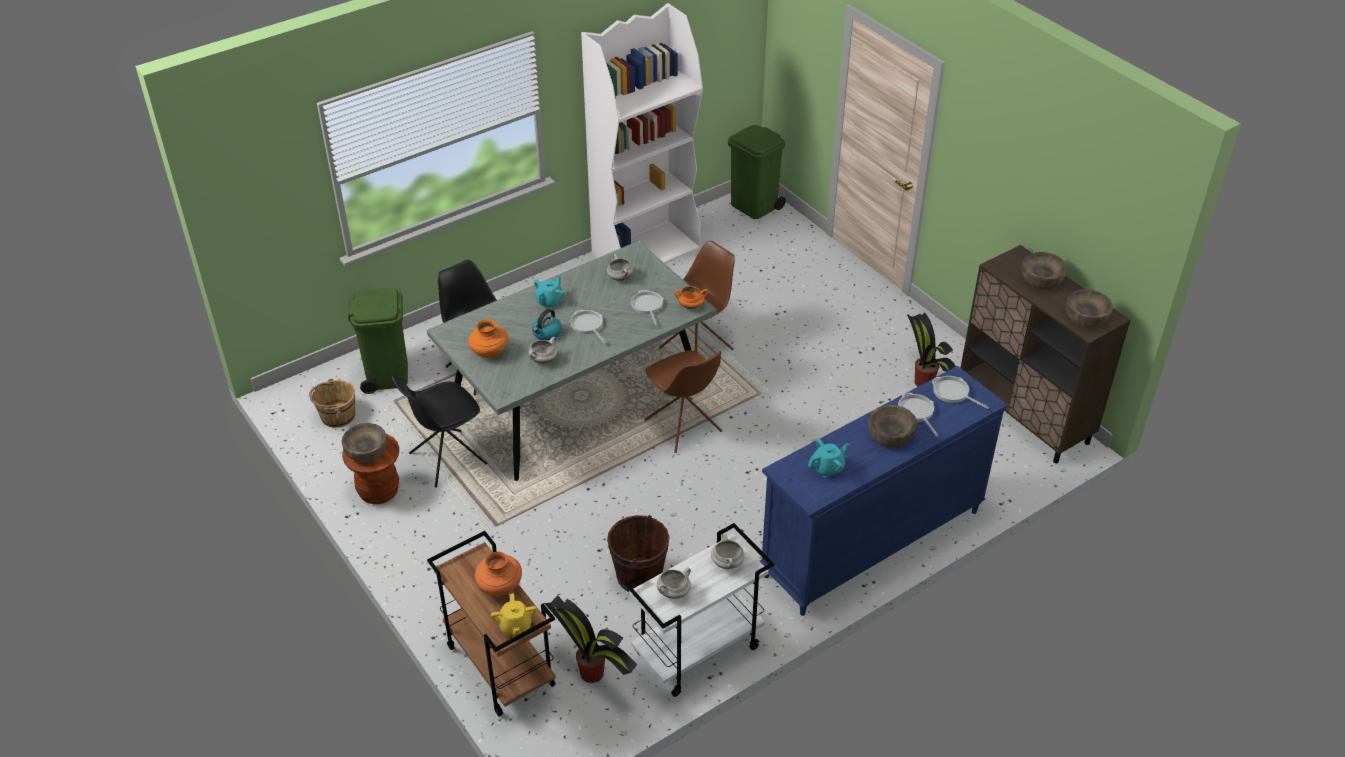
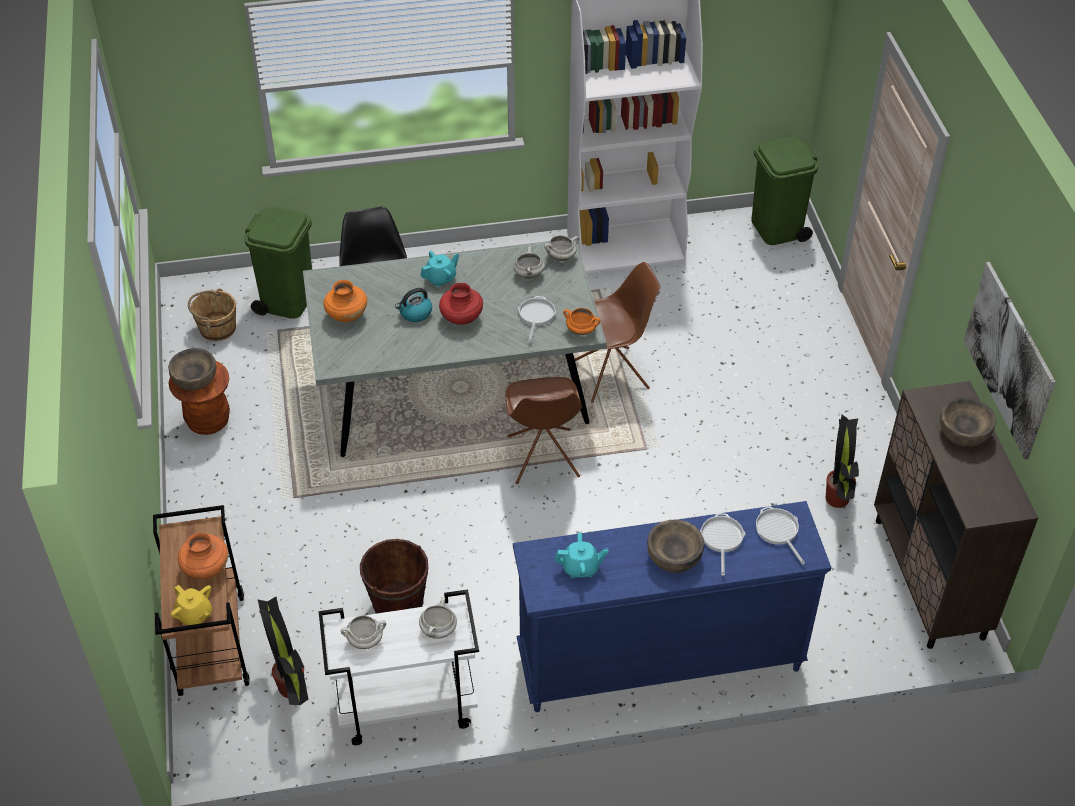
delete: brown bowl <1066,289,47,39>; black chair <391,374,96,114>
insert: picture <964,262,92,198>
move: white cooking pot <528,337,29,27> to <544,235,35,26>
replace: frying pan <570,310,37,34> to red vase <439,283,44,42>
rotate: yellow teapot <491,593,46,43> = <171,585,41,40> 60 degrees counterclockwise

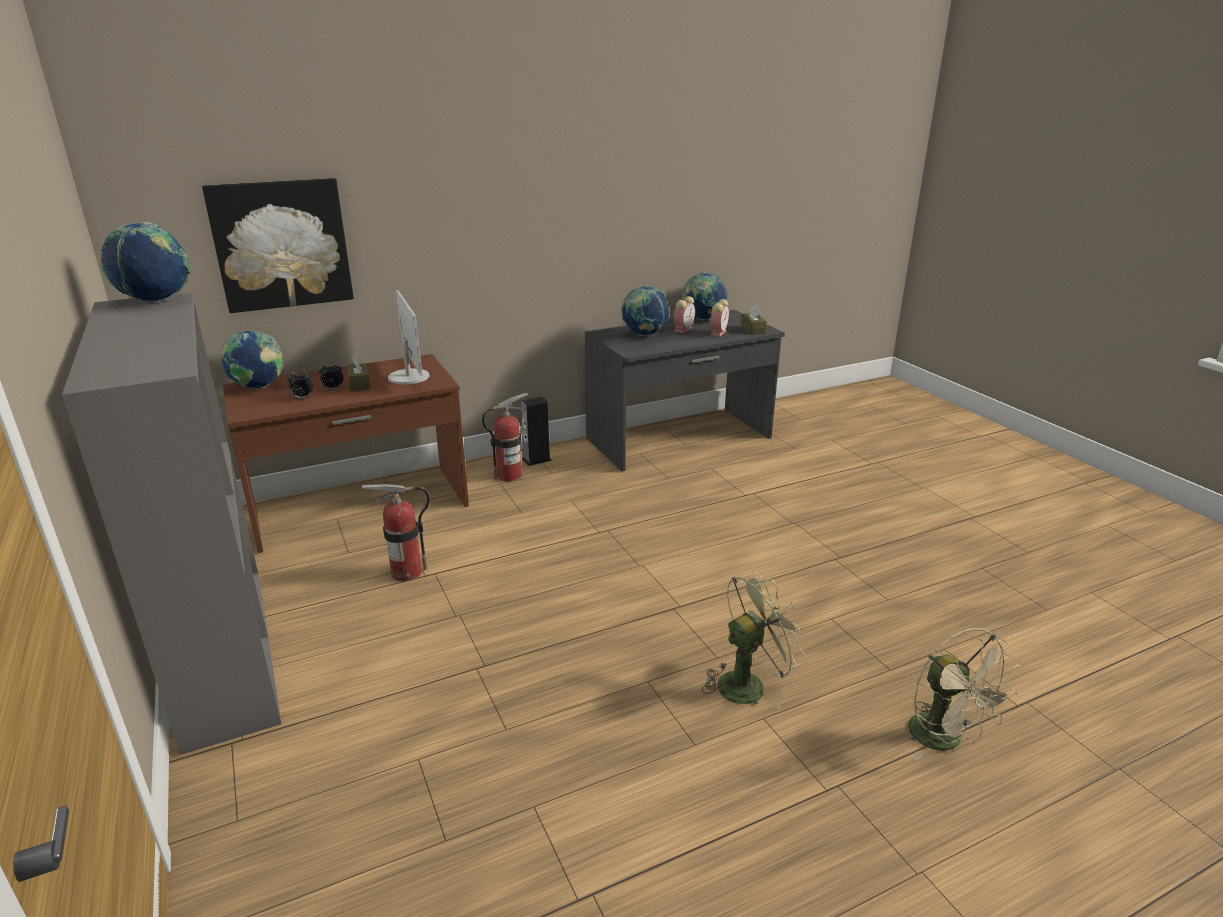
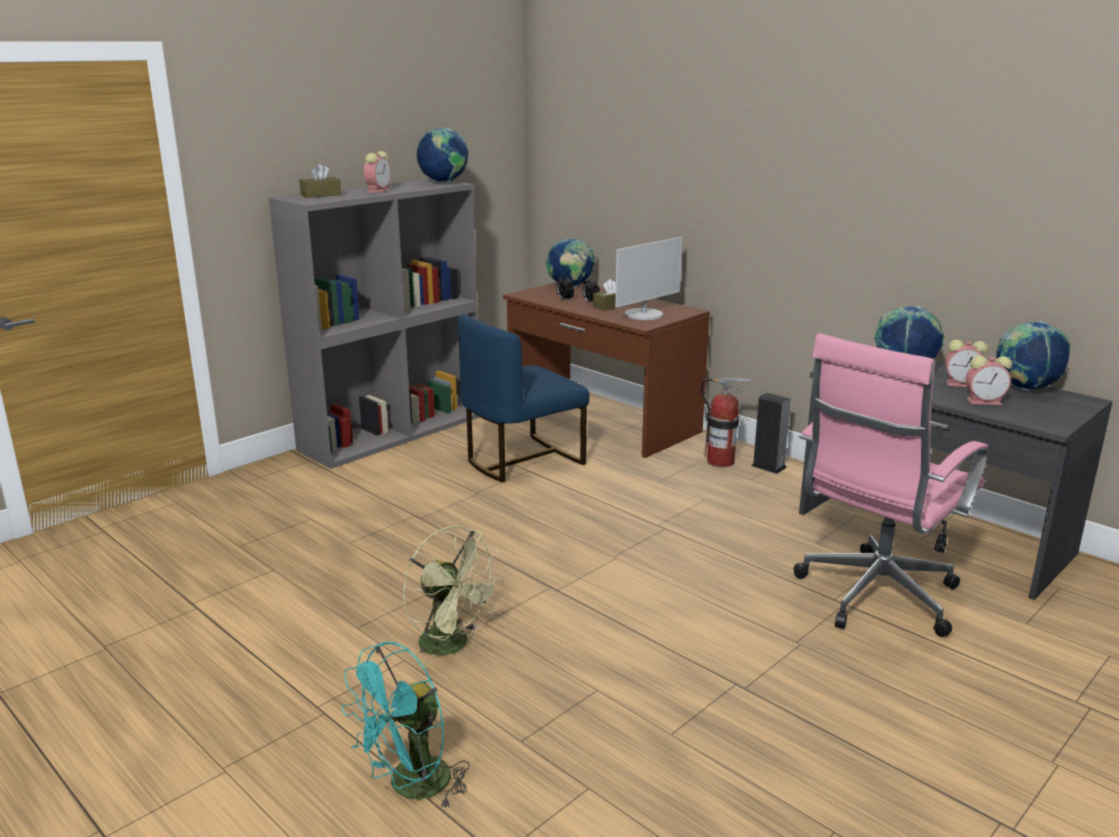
delete: picture <202,178,152,135>
insert: alarm clock <364,151,27,42>; pink office chair <794,333,194,304>
move: brown tissue box <741,305,26,30> to <299,164,42,34>
replace: fire extinguisher <362,484,68,97> to blue chair <458,314,132,169>
recolor: beige fan <908,628,113,132> to turquoise fan <341,642,129,168>

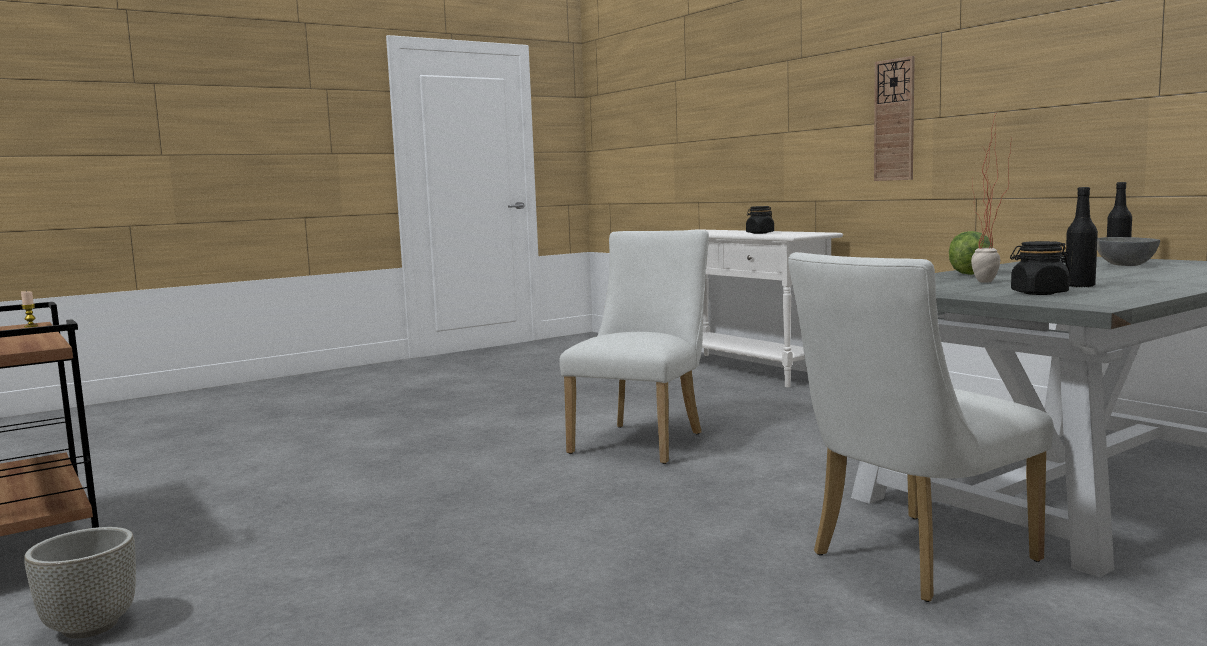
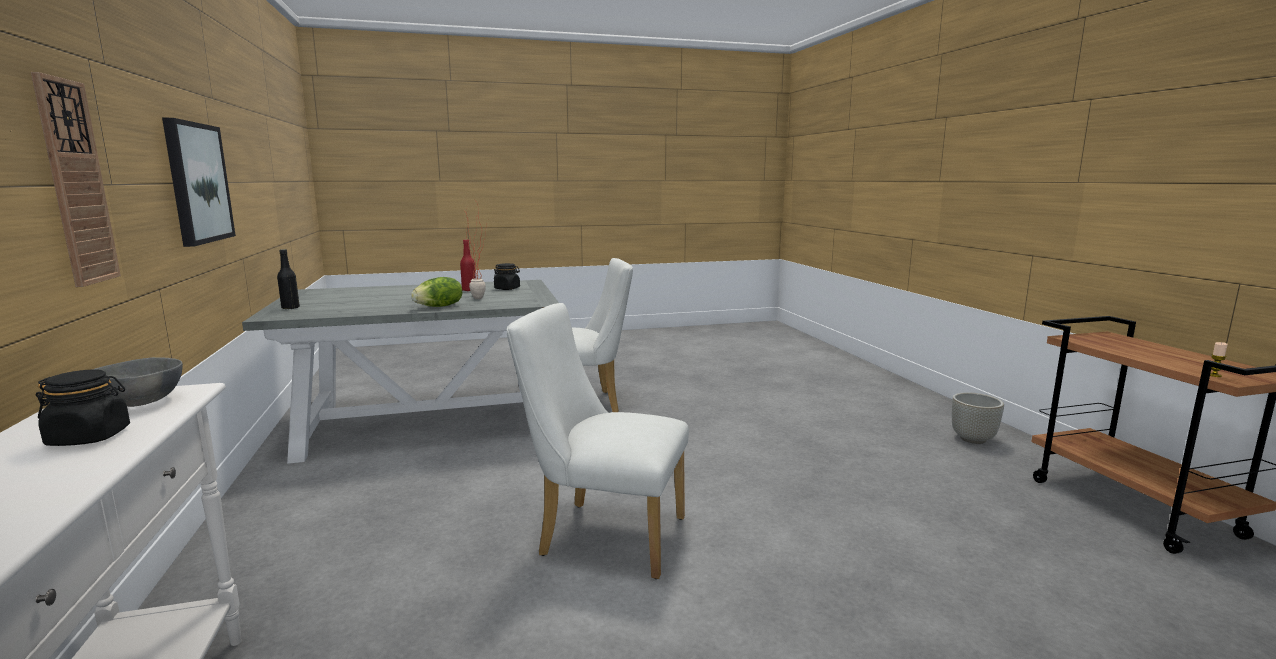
insert: picture <162,117,74,130>
move: grey bowl <1097,237,63,29> to <92,357,91,50>
recolor: black bottle <1065,187,33,101> to red bottle <460,239,16,52>
rotate: white chair <559,230,150,234> = <507,303,182,276> 60 degrees clockwise

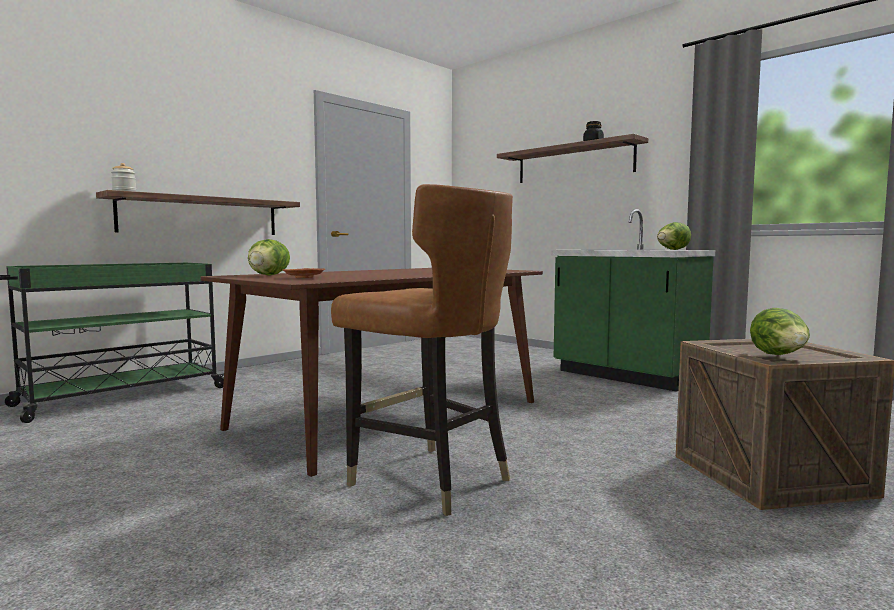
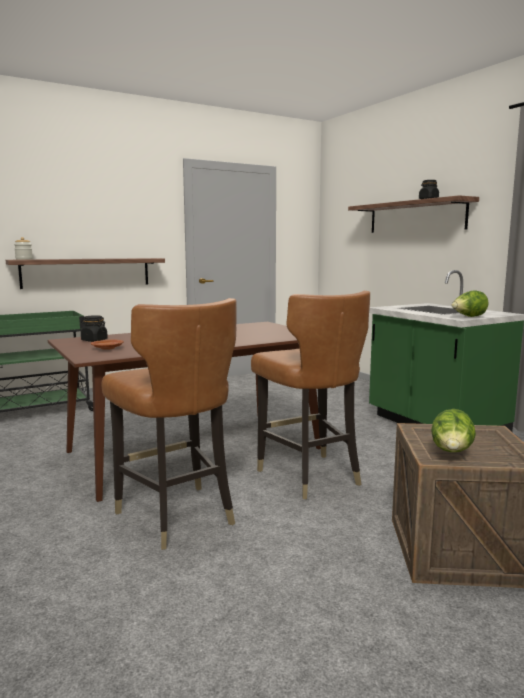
insert: brown chair <251,291,119,208>
replace: lettuce <248,239,42,36> to black jar <81,315,27,27>

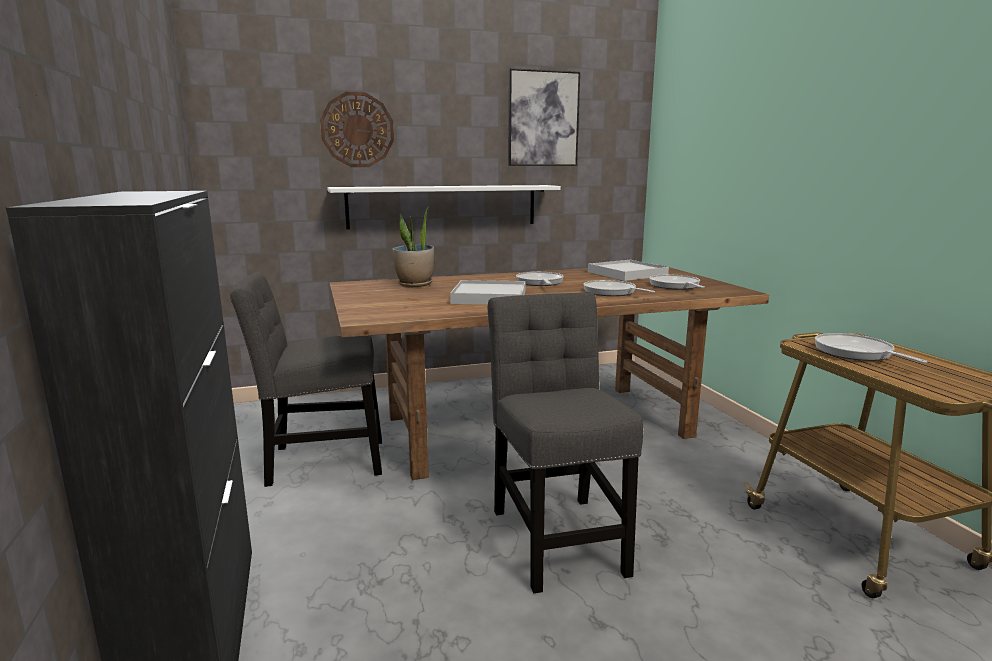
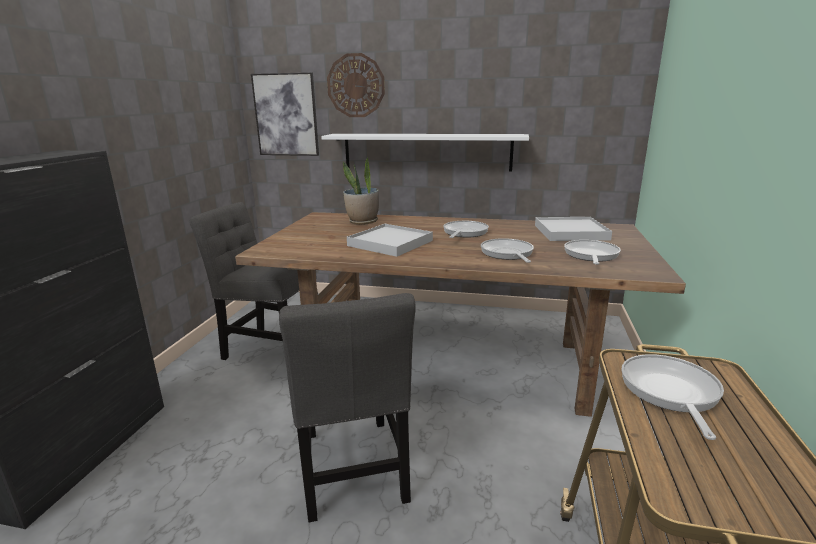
move: picture <508,68,72,98> to <251,72,68,84>
rotate: grey chair <488,293,155,300> = <279,293,137,230> 150 degrees clockwise

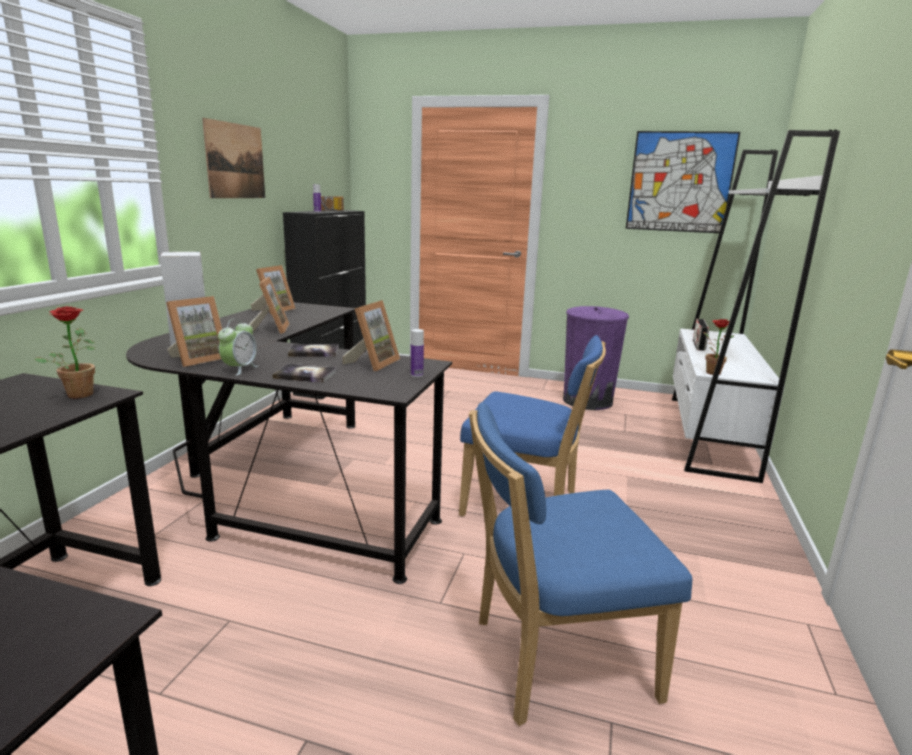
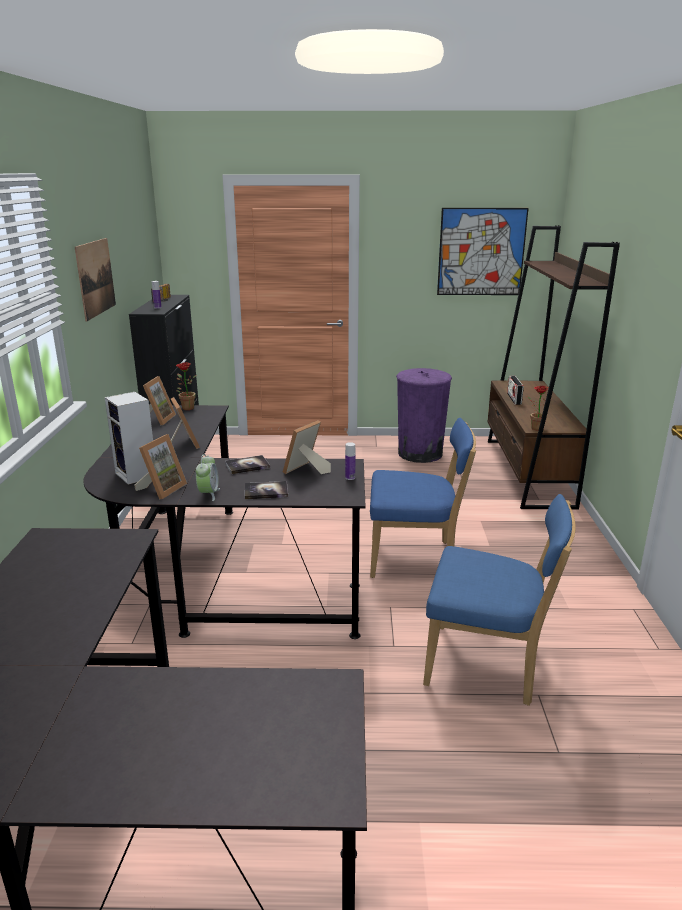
move: potted plant <34,306,62,92> to <176,362,20,48>
recolor: white bookcase <672,130,168,353> to brown bookcase <488,225,132,285>
rotate: picture frame <342,300,58,71> = <283,420,48,54> 150 degrees counterclockwise; blue chair <469,402,223,324> = <423,494,153,212> 135 degrees counterclockwise

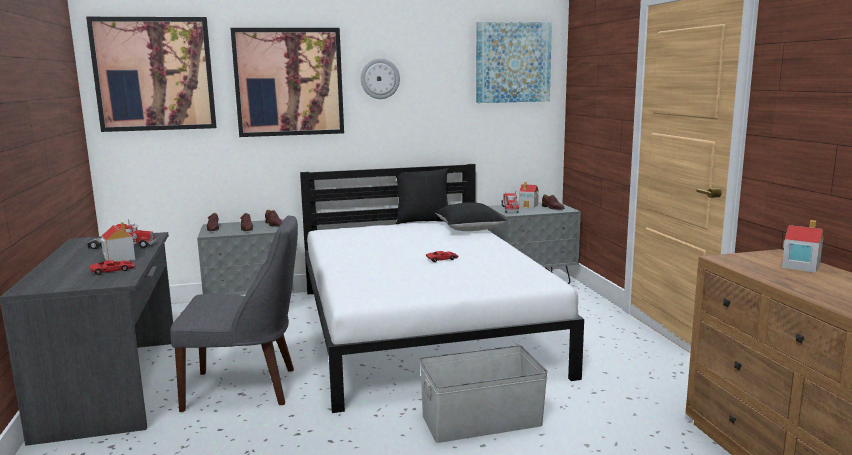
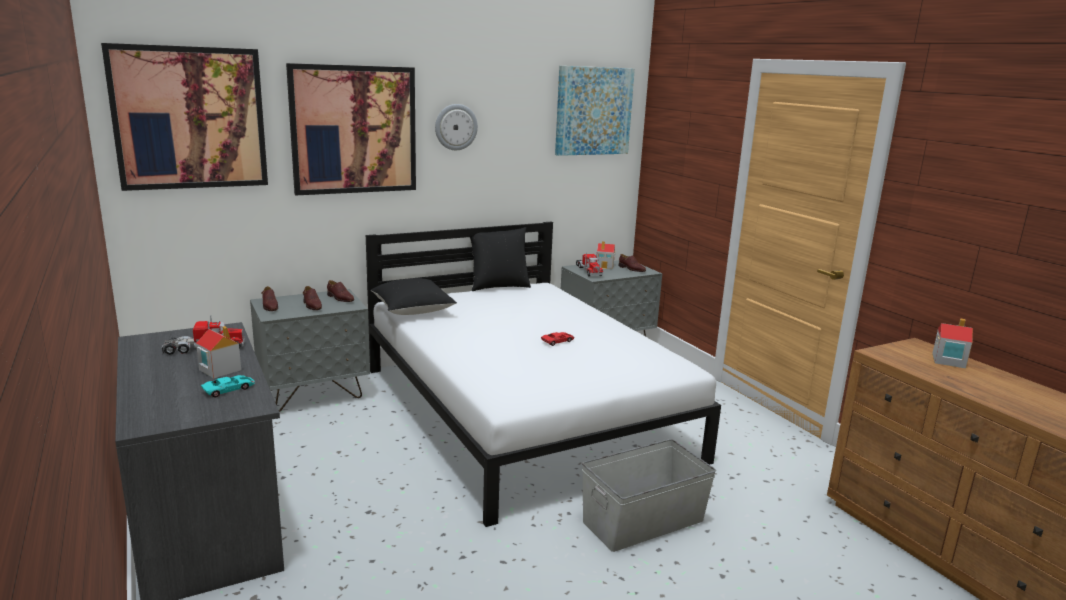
delete: grey chair <170,215,128,197>
move: black pillow <435,202,72,29> to <371,278,86,37>
recolor: red toy car <90,260,45,15> to turquoise toy car <201,375,54,23>

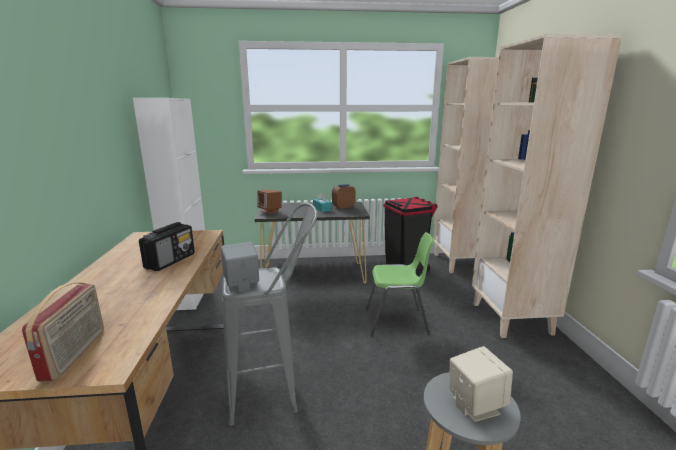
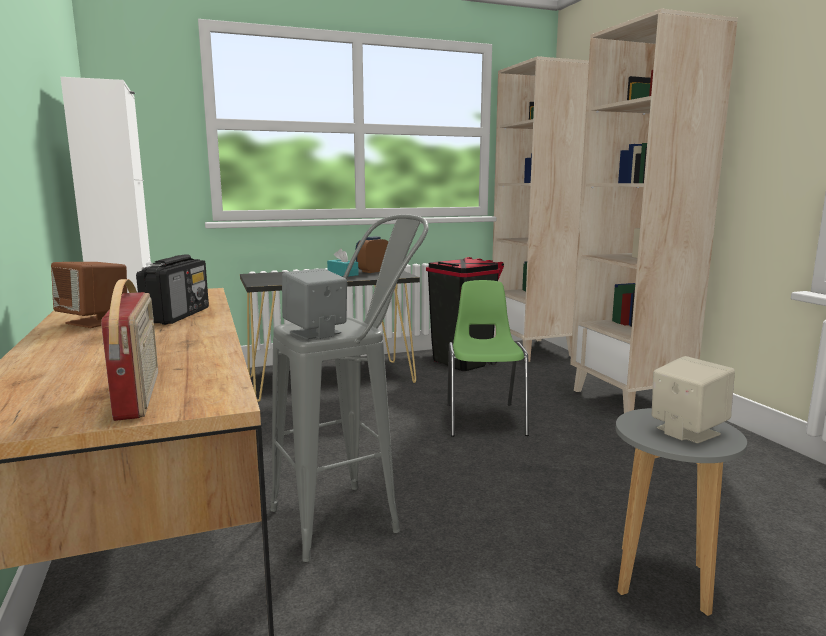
move: brown speaker <257,189,25,26> to <51,262,76,66>
rotate: green chair <366,232,68,105> = <447,280,82,157> 75 degrees counterclockwise

